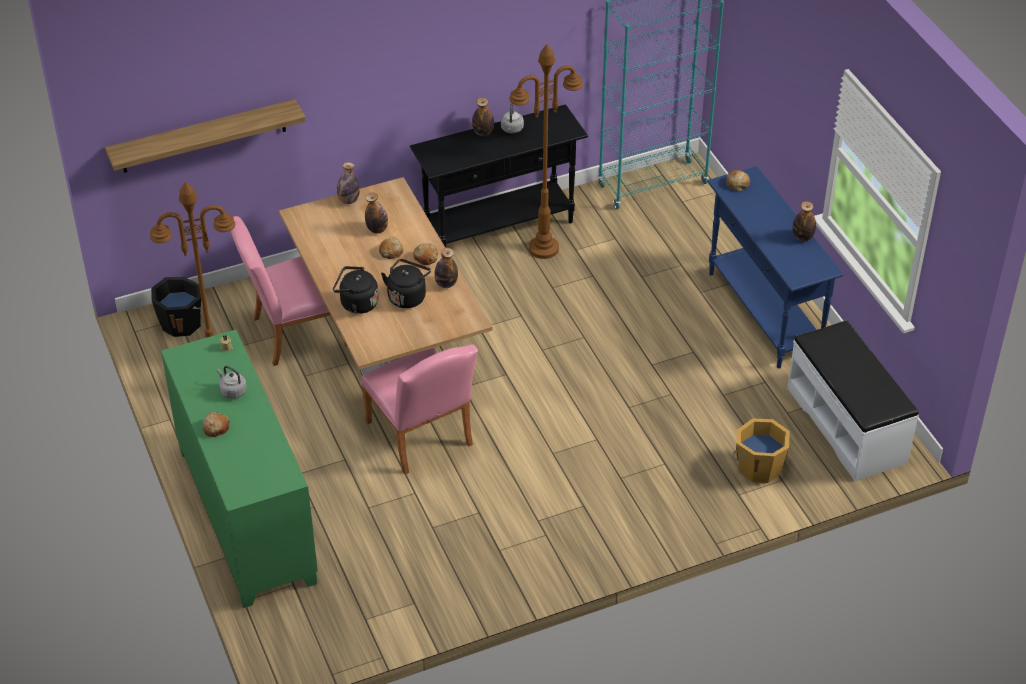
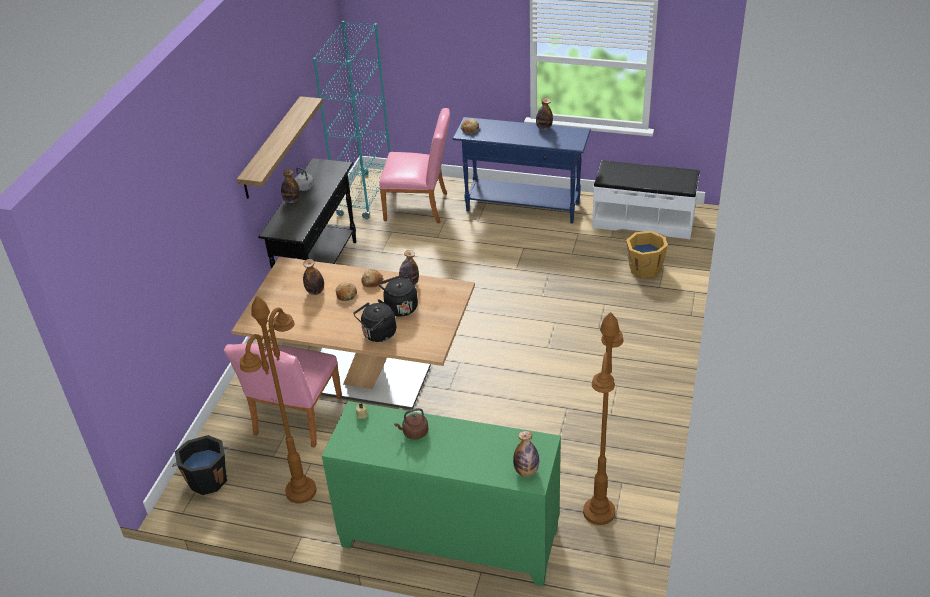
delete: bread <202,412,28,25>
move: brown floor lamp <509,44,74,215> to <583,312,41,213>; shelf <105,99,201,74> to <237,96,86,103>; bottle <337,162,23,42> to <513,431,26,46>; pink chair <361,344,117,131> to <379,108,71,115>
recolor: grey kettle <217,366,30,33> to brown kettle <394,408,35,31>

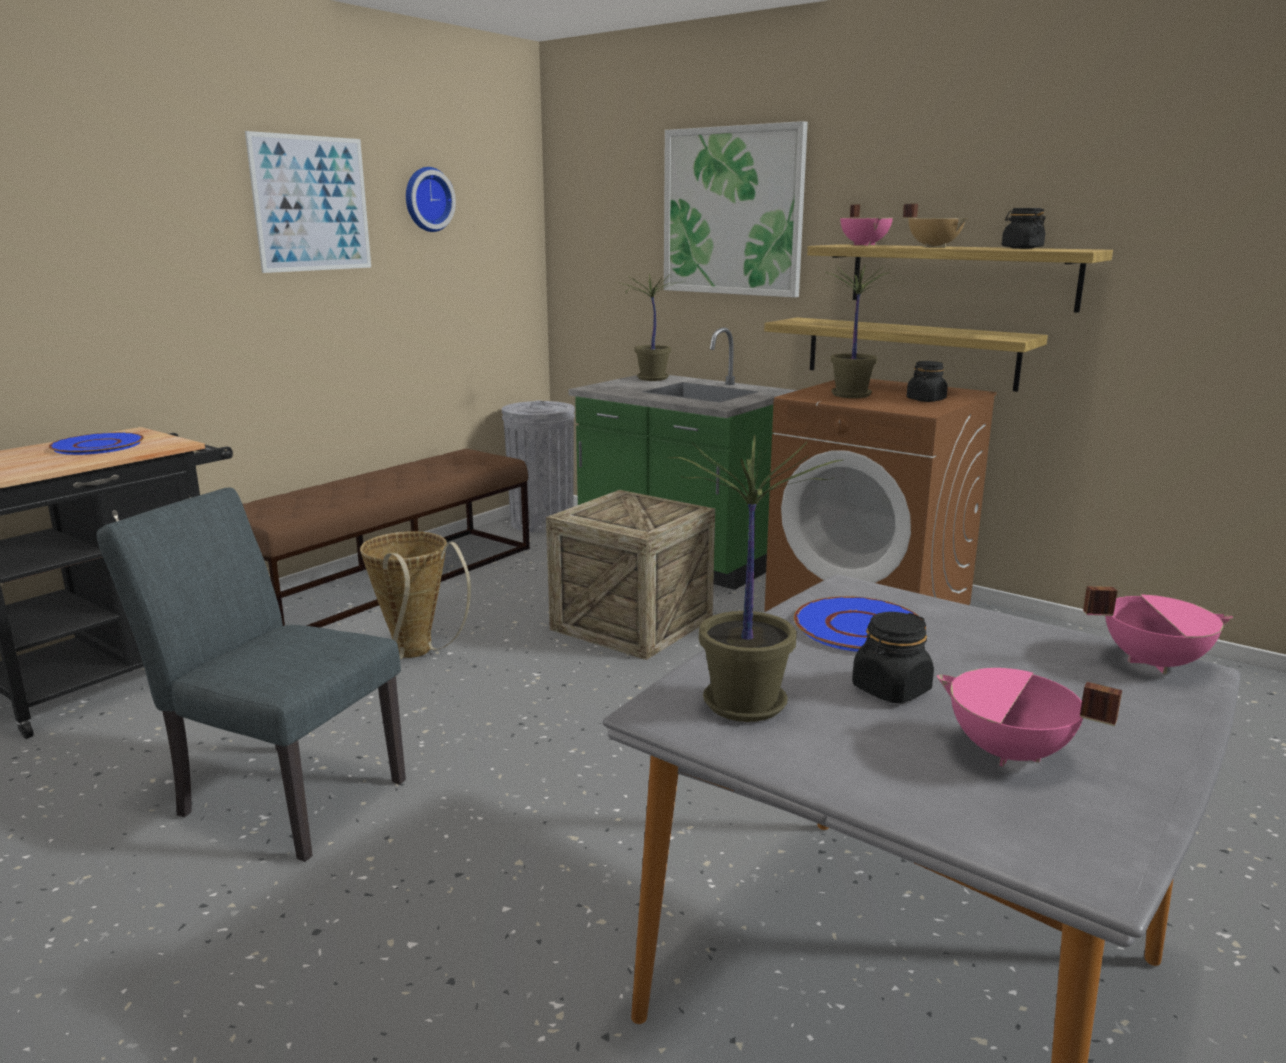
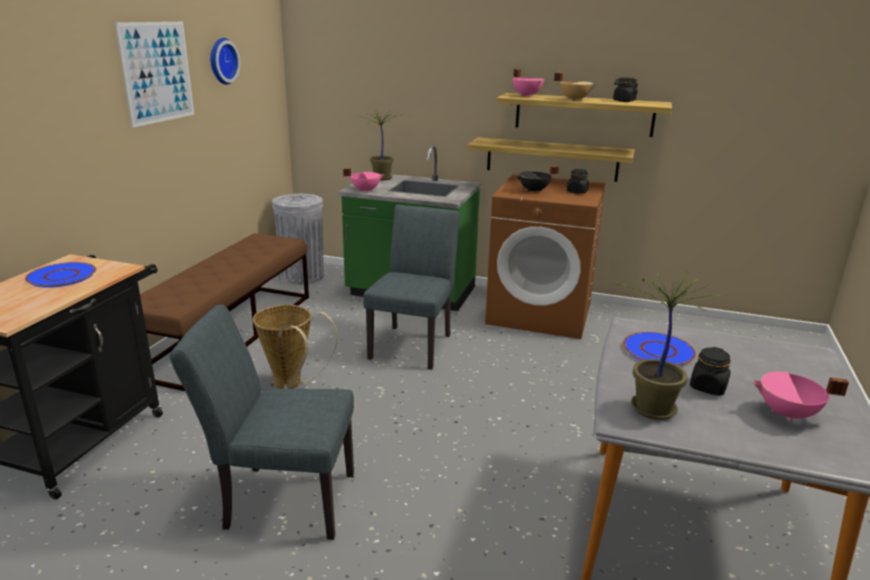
delete: picture <664,121,144,177>
move: pink cooking pot <1083,586,150,88> to <343,168,41,25>
replace: potted plant <821,265,71,133> to black cooking pot <516,166,43,27>; crate <546,490,169,170> to grey chair <363,205,97,165>

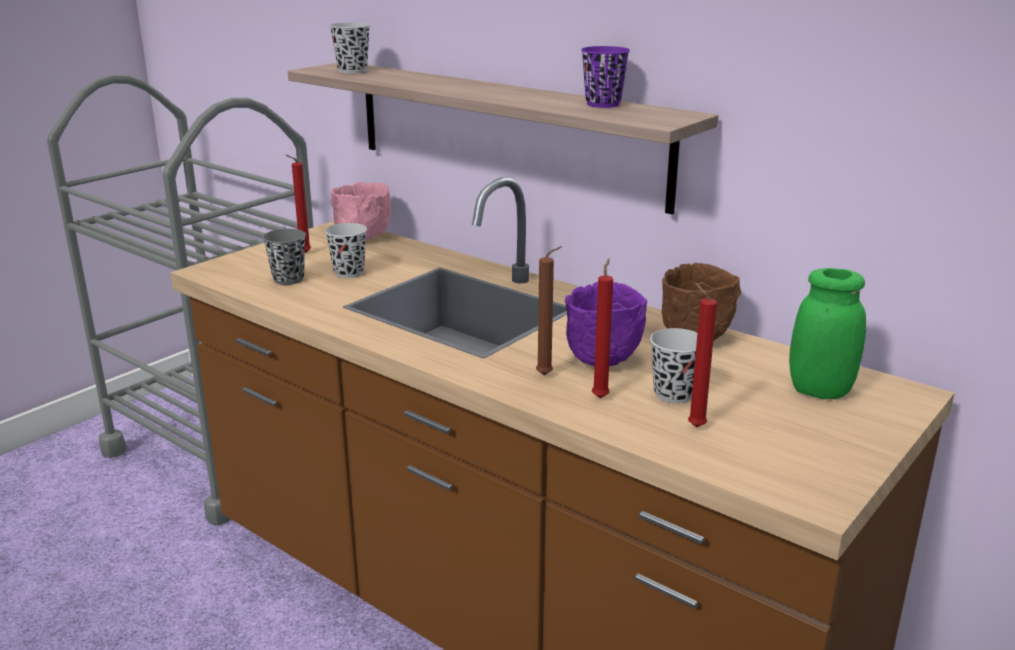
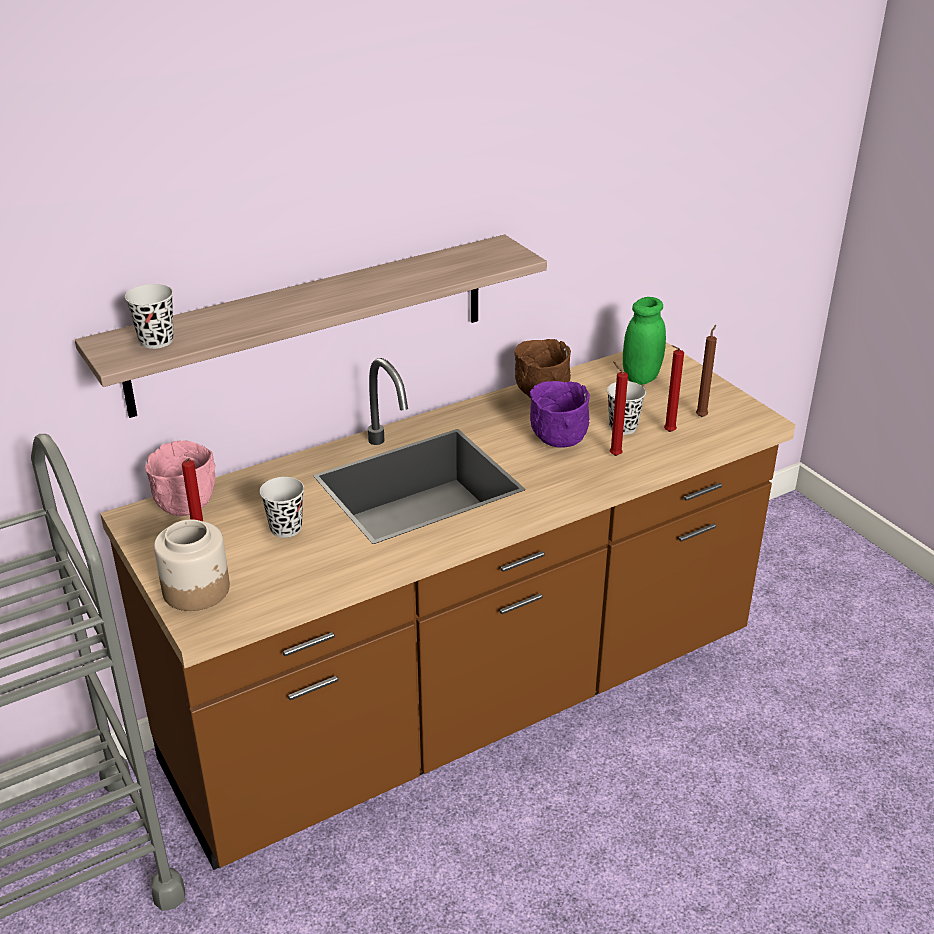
delete: purple cup <581,46,49,62>; grey cup <263,229,43,56>
insert: jar <154,519,76,92>
move: brown candle <536,246,26,129> to <696,325,21,92>

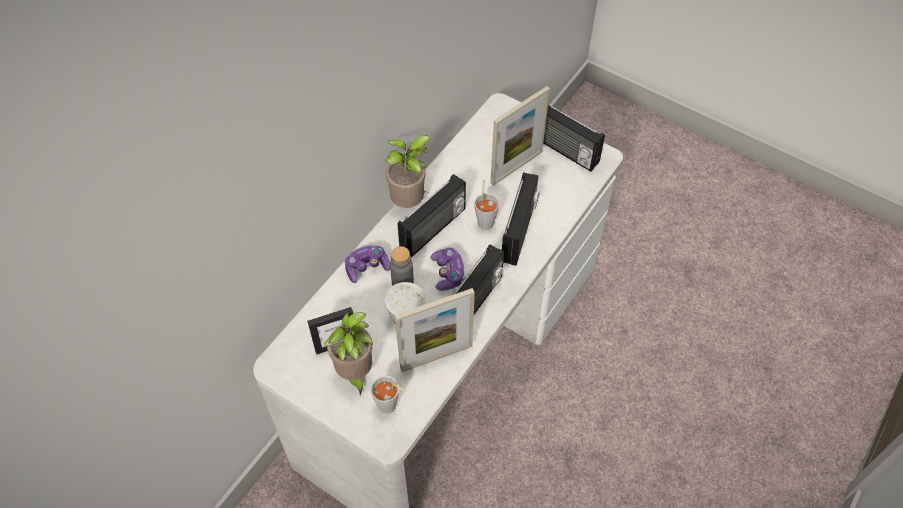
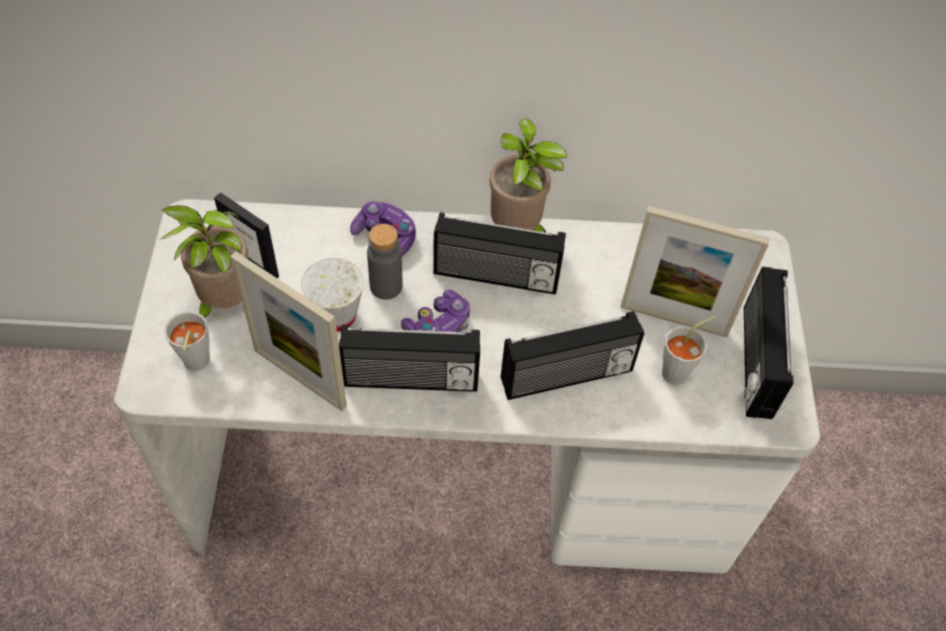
move: grey cup <474,180,26,50> to <662,315,53,70>

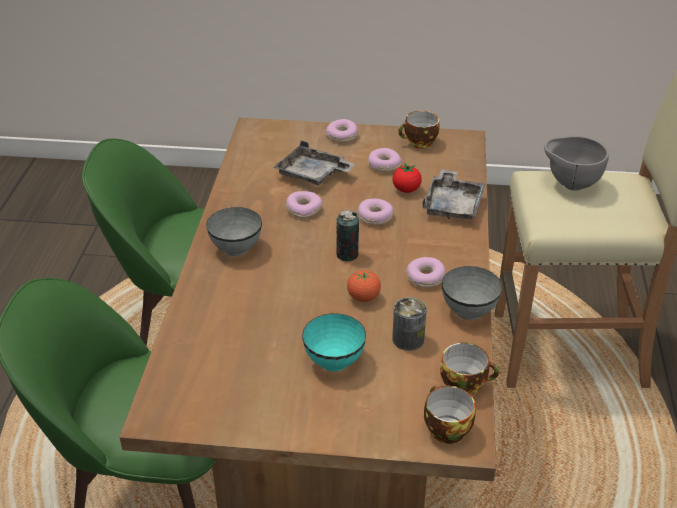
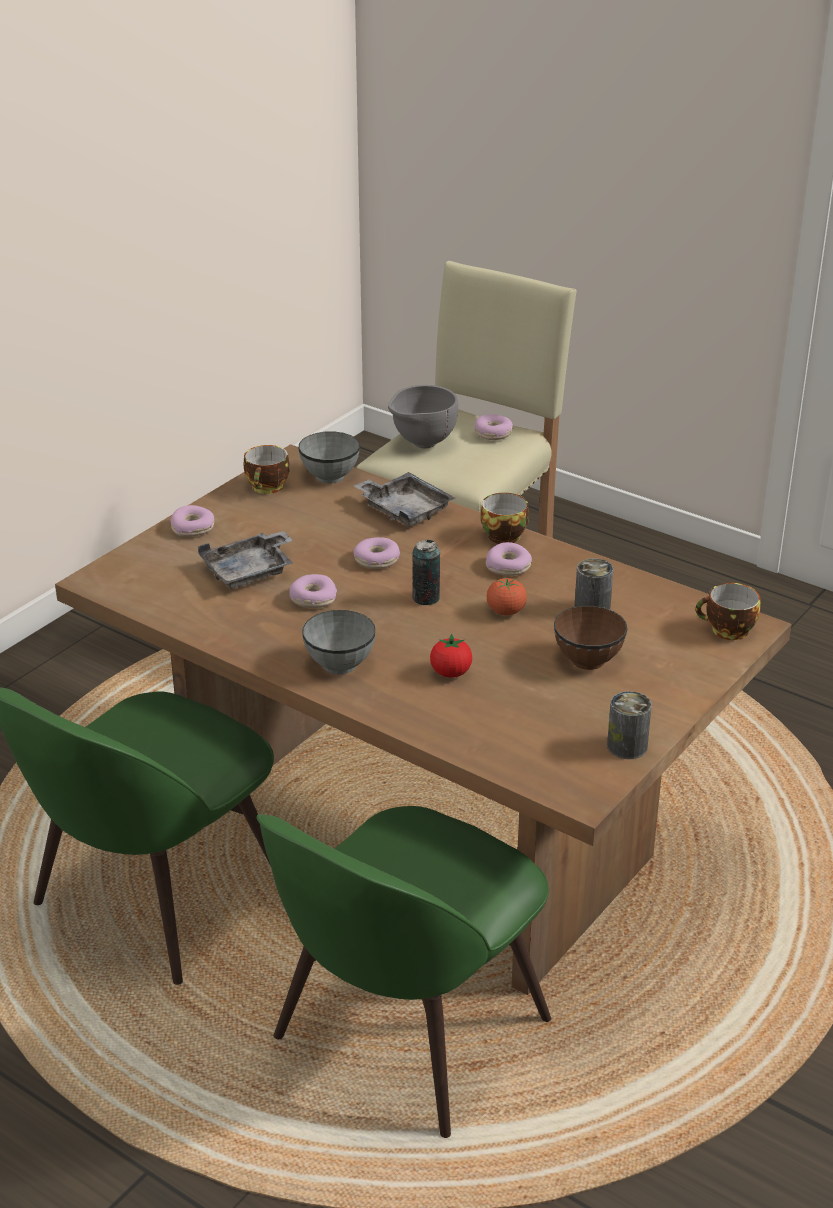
insert: can <607,691,45,68>
move: donut <368,148,34,24> to <474,414,39,26>; tomato <393,163,29,30> to <430,634,42,44>; grey bowl <442,266,60,54> to <299,432,61,51>; cup <440,343,59,53> to <481,493,48,51>
recolor: turquoise bowl <302,313,64,59> to brown bowl <554,606,73,64>

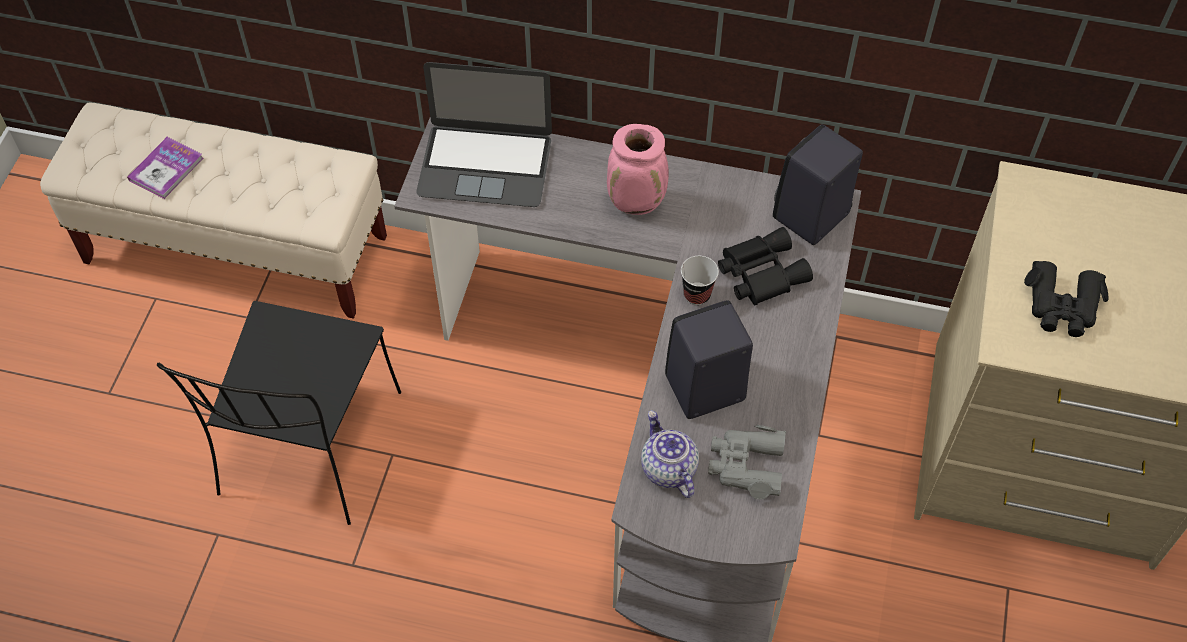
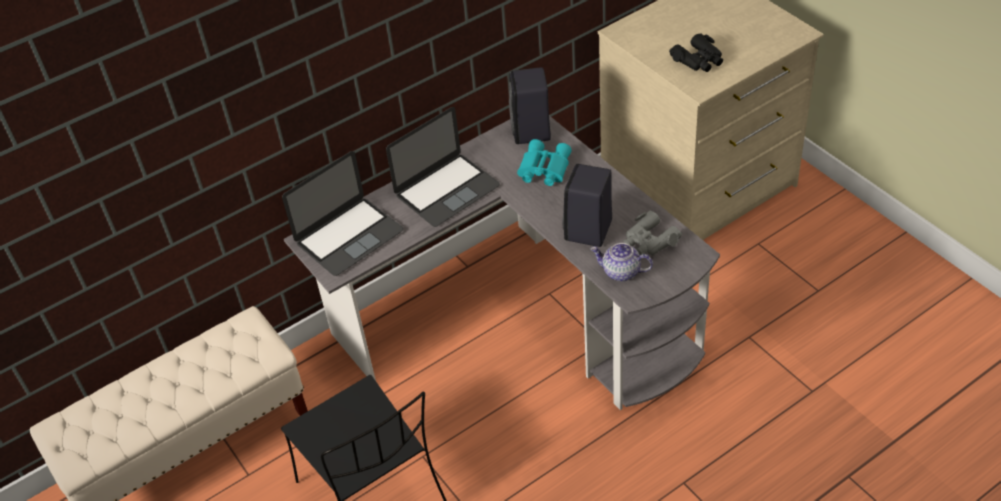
delete: book <127,137,76,62>; cup <681,256,38,49>
replace: pink vase <607,124,61,91> to laptop <386,107,114,120>
recolor: black binoculars <718,227,95,78> to turquoise binoculars <517,139,55,47>

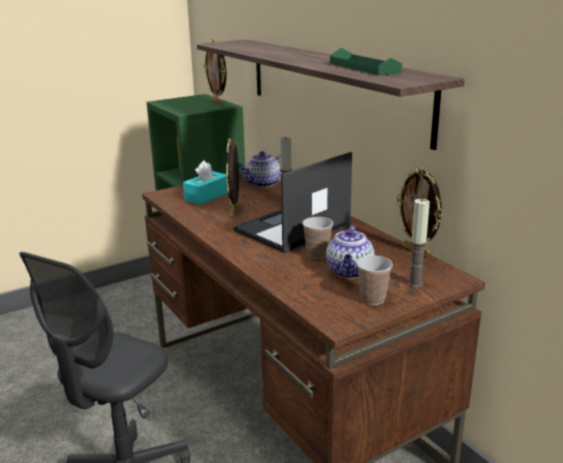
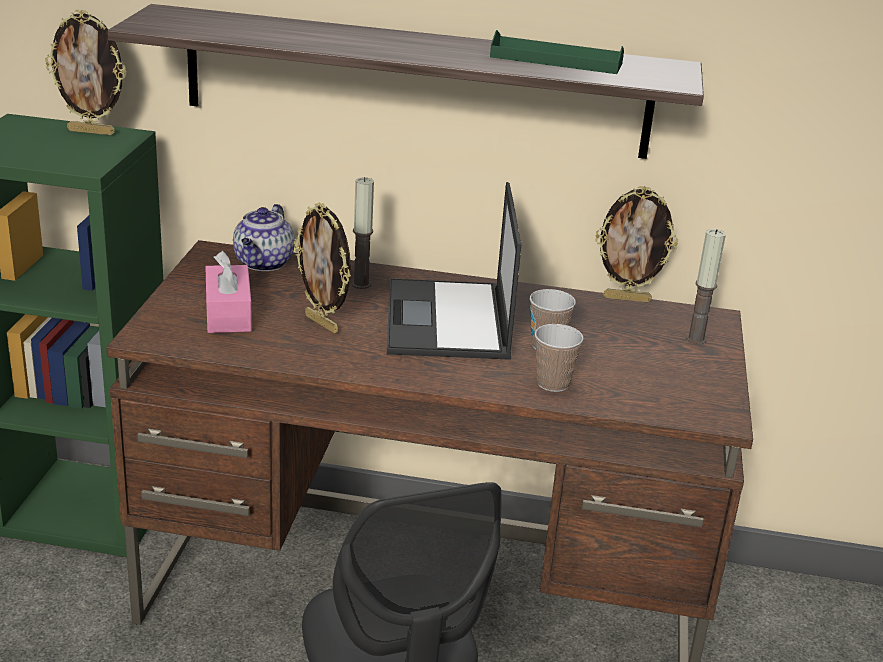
delete: teapot <326,225,49,54>
move: cup <356,255,37,50> to <535,324,49,68>
recolor: turquoise tissue box <183,160,45,45> to pink tissue box <206,251,46,82>

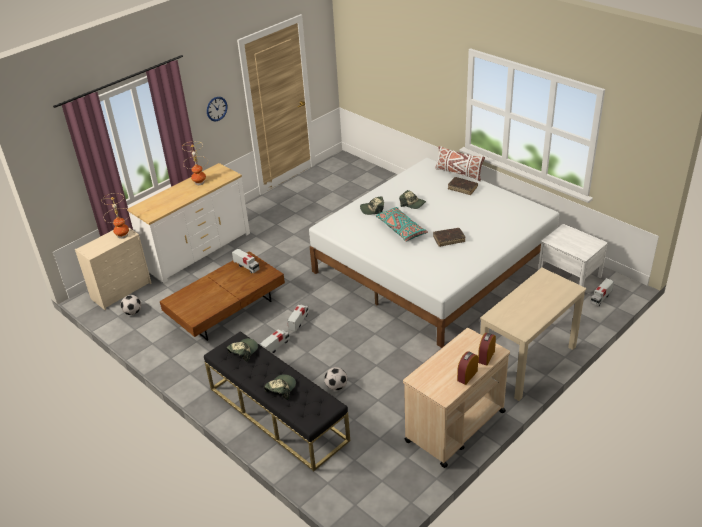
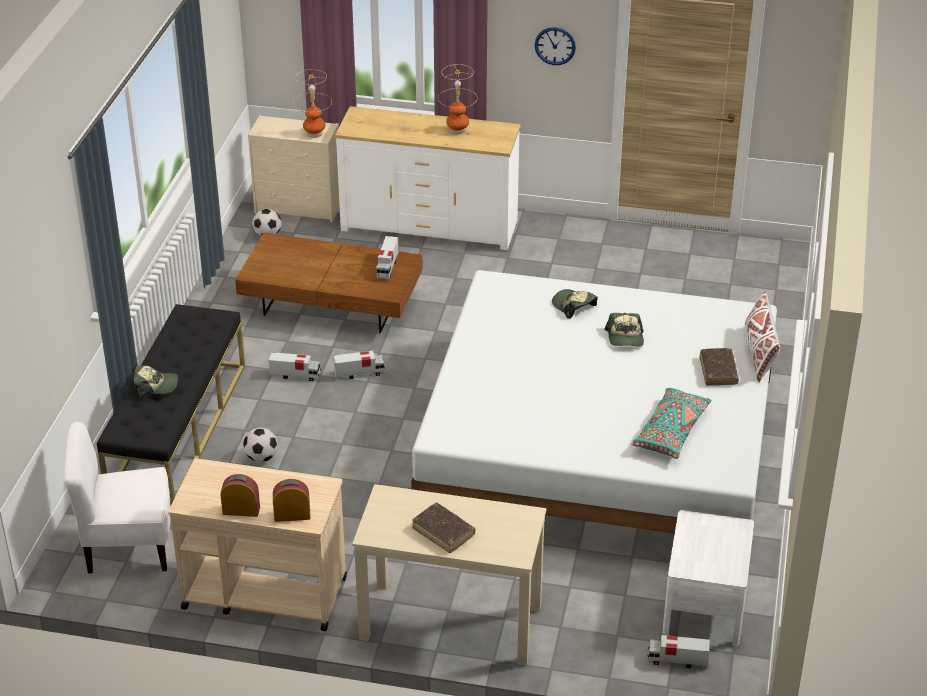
delete: cap <226,338,32,24>
insert: white chair <64,422,107,151>
move: turquoise pillow <376,207,52,35> to <631,388,80,71>; brown book <433,228,33,19> to <412,503,63,50>

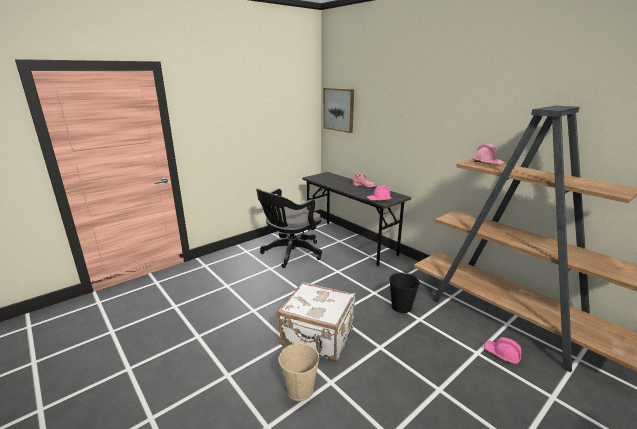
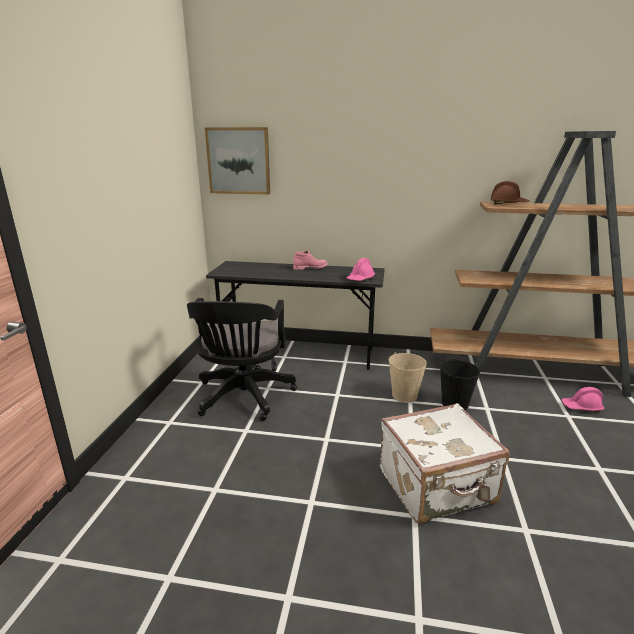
move: beige bucket <279,342,40,59> to <388,352,39,51>
recolor: pink hard hat <472,144,33,20> to brown hard hat <491,181,39,23>

